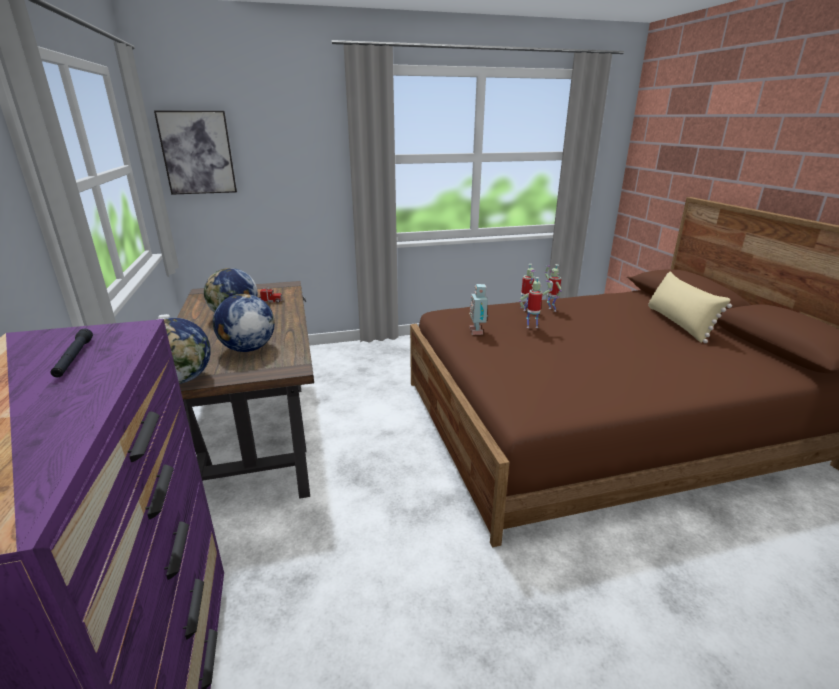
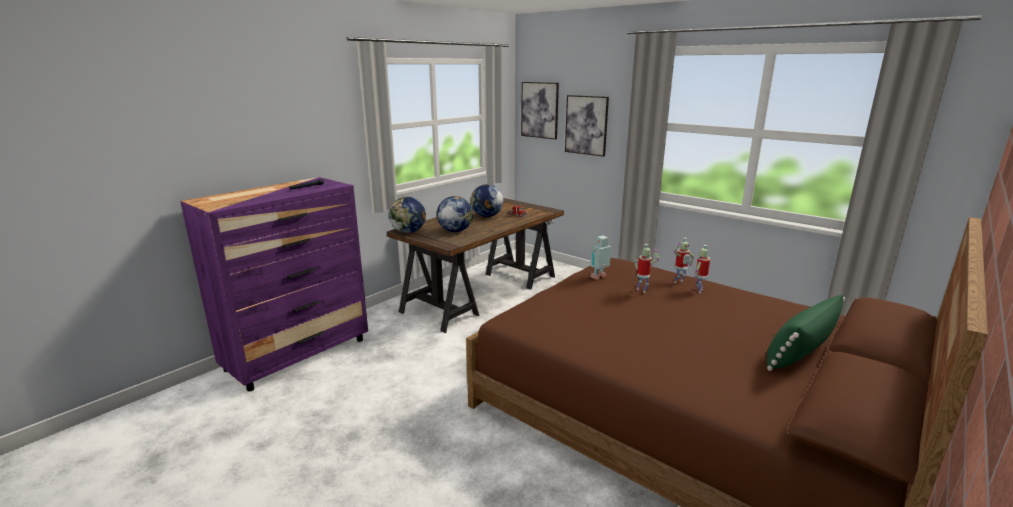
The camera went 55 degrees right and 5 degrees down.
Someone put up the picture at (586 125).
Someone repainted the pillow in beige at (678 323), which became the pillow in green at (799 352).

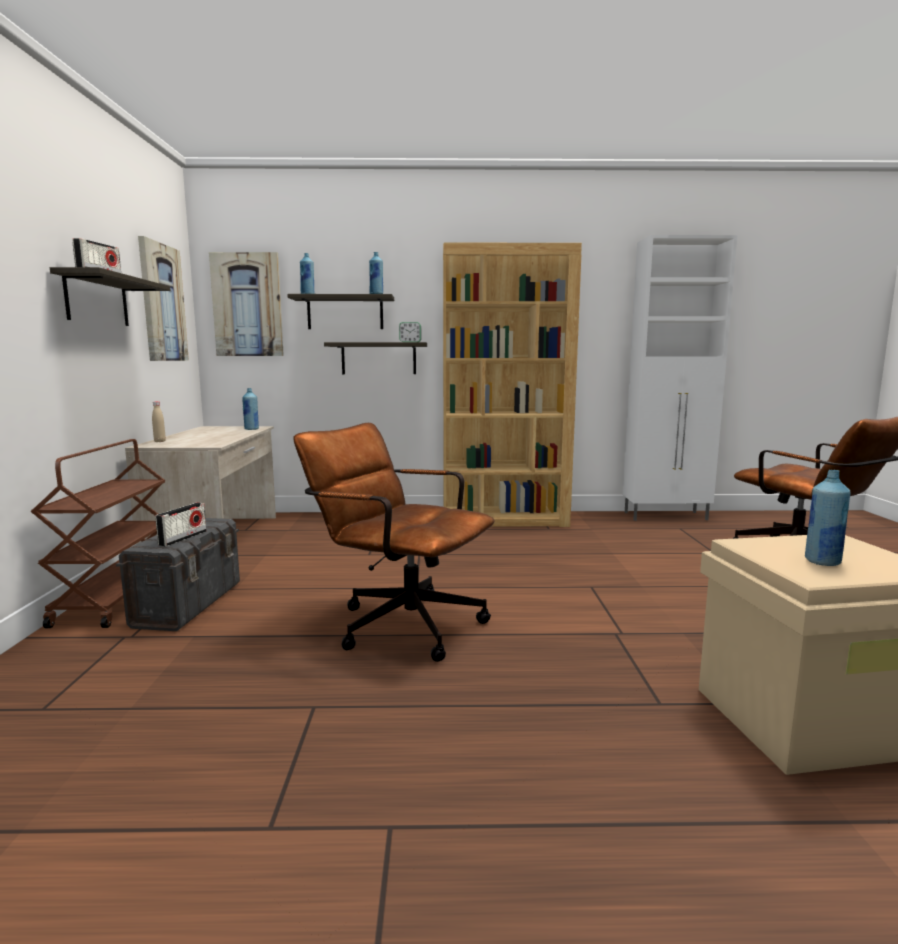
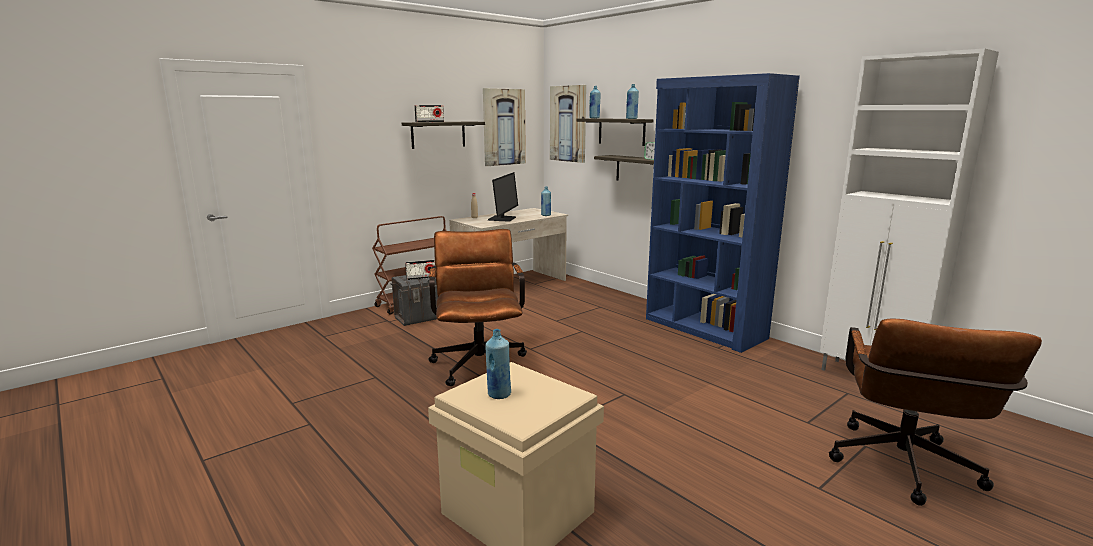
The camera went 50 degrees right and 5 degrees up.
Someone put down the monitor at (503 219).
Someone repainted the bookcase in brown at (504 519), which became the bookcase in blue at (704 329).

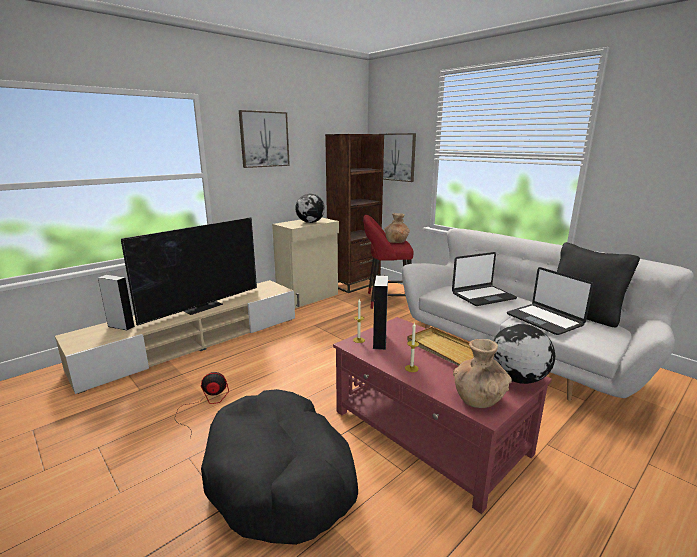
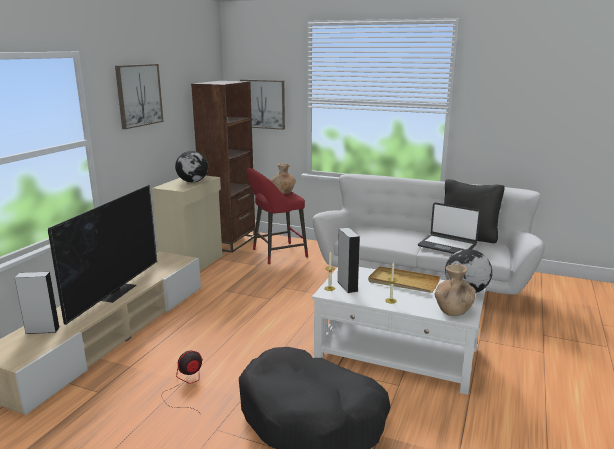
The camera went 25 degrees left and 0 degrees up.
Someone took away the laptop at (483 296).
Someone repainted the coffee table in red at (429 432), which became the coffee table in white at (397 354).

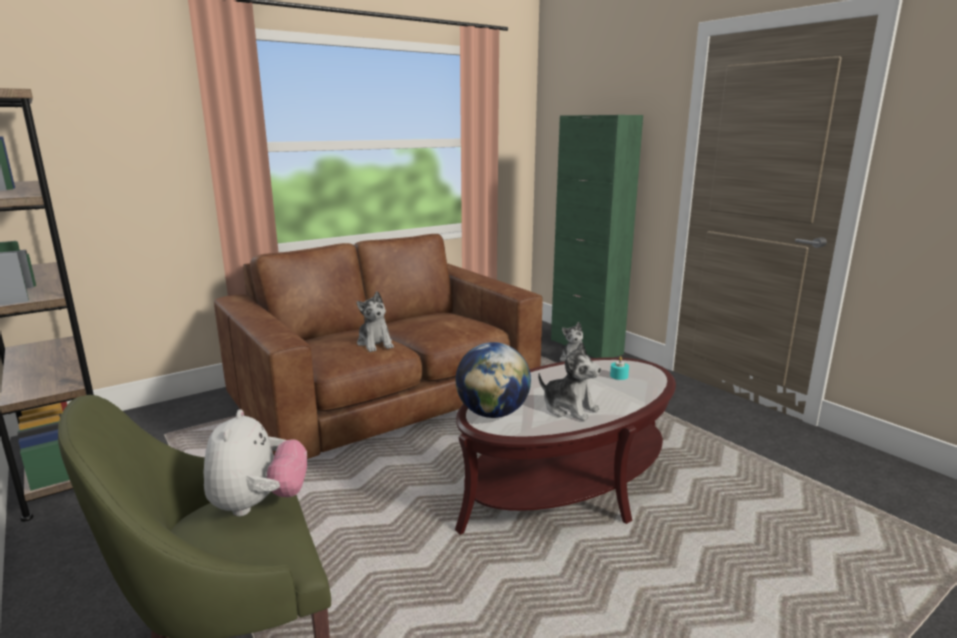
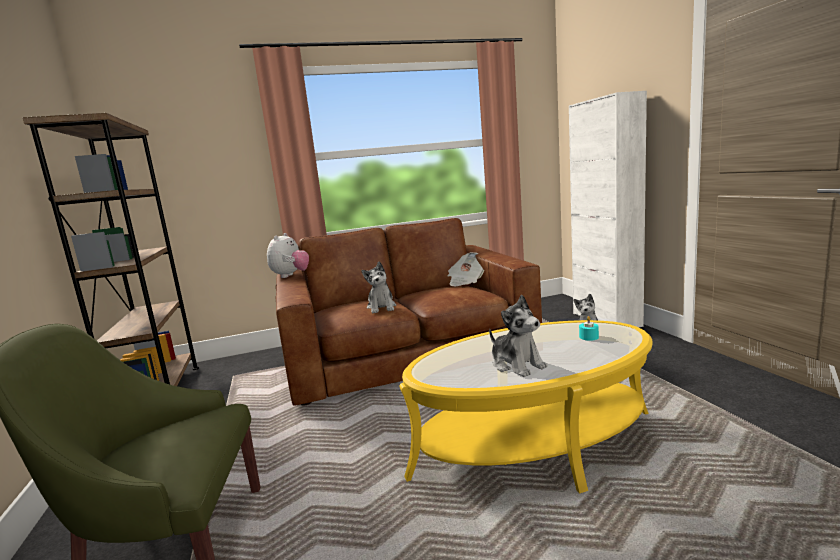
The camera went 20 degrees right and 5 degrees down.
Someone took away the globe at (492 413).
Someone put down the newspaper at (466 281).
Someone carried the plush toy from (259 504) to (292 275).
Someone repainted the coffee table in brown at (567 482), which became the coffee table in yellow at (534 443).
Someone repainted the cabinet in green at (586 347), which became the cabinet in white at (606 319).

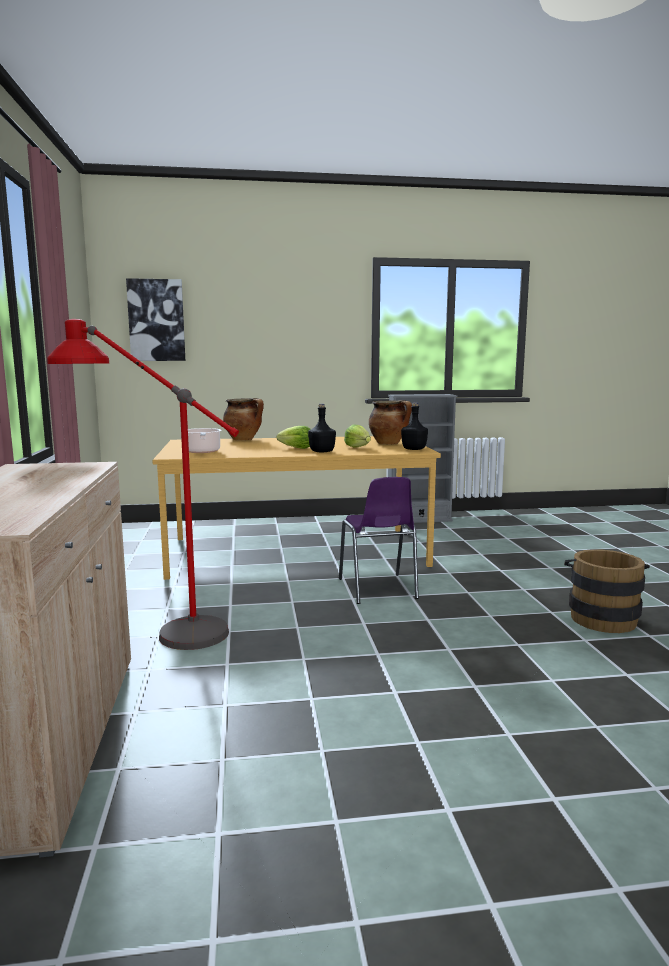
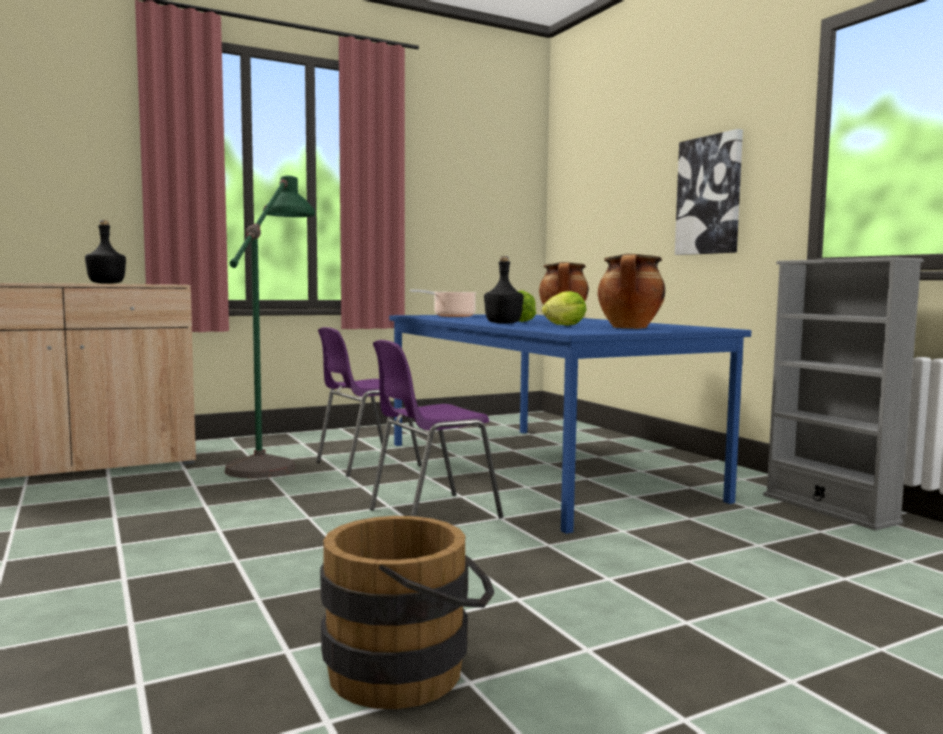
The camera went 70 degrees right and 5 degrees down.
Someone put down the chair in purple at (365 464).
Someone carried the picture from (156 320) to (709 195).
Someone carried the bottle in black from (414 449) to (106 283).
Someone repainted the floor lamp in red at (154 626), which became the floor lamp in green at (275 458).
Someone repainted the dining table in orange at (296 551), which became the dining table in blue at (541 469).

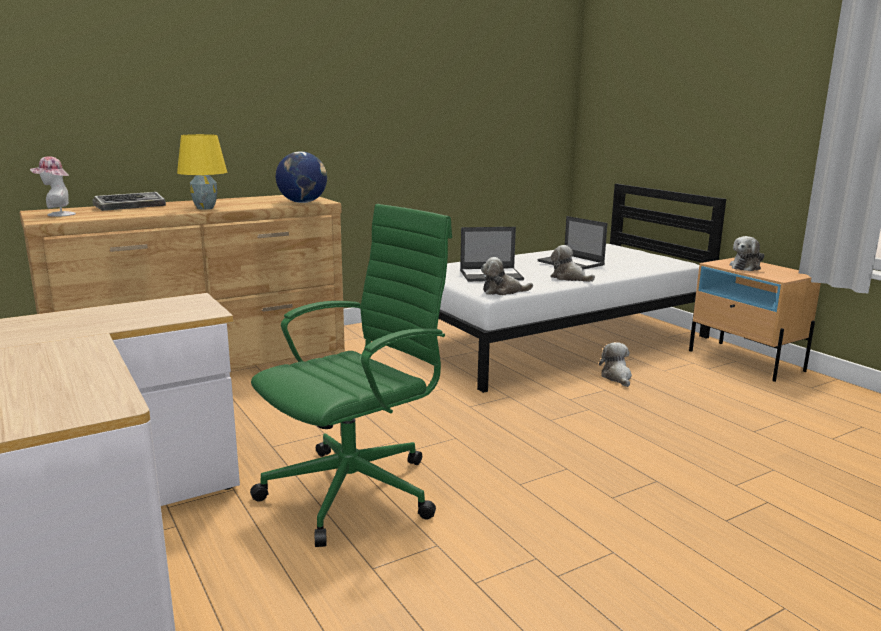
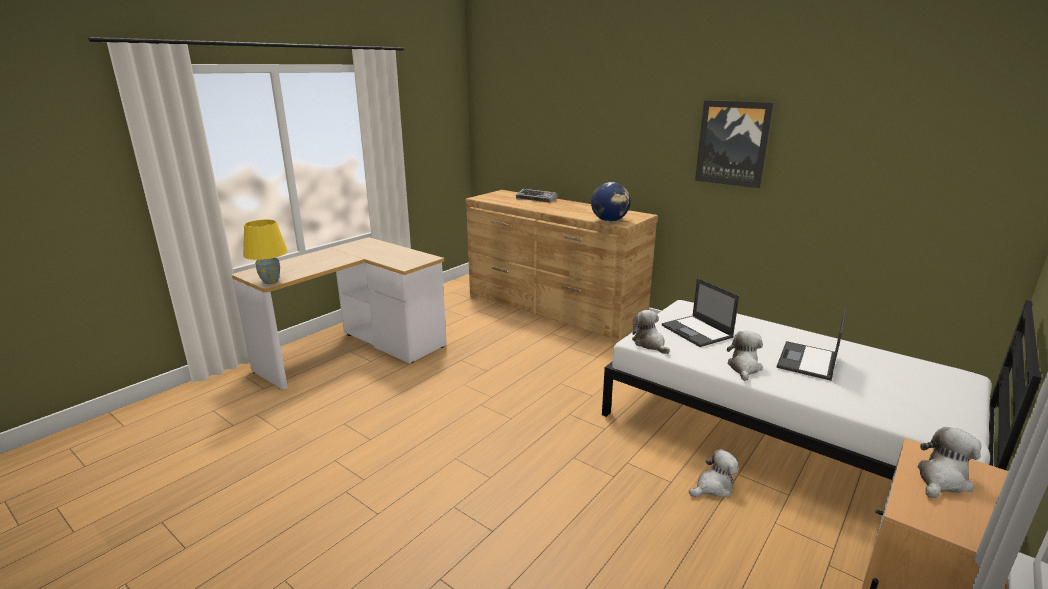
The camera went 70 degrees right and 5 degrees up.
Someone took away the hat at (57 214).
Someone took away the office chair in green at (356 490).
Someone put up the picture at (732 143).
Someone carried the table lamp in yellow from (205 208) to (270 282).
Someone rotated the plush toy at (746 267) by 120 degrees clockwise.

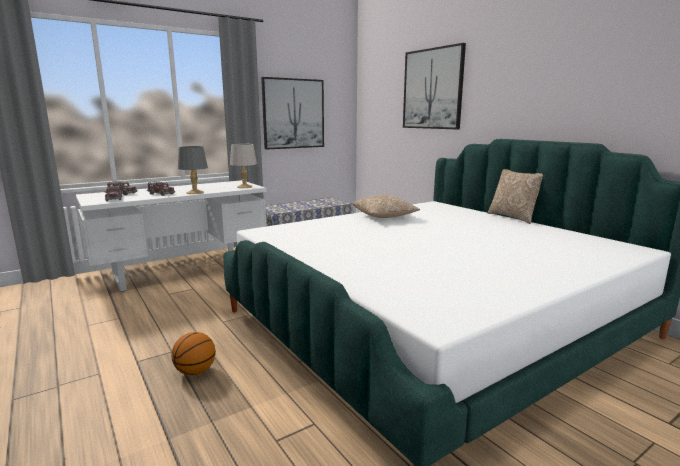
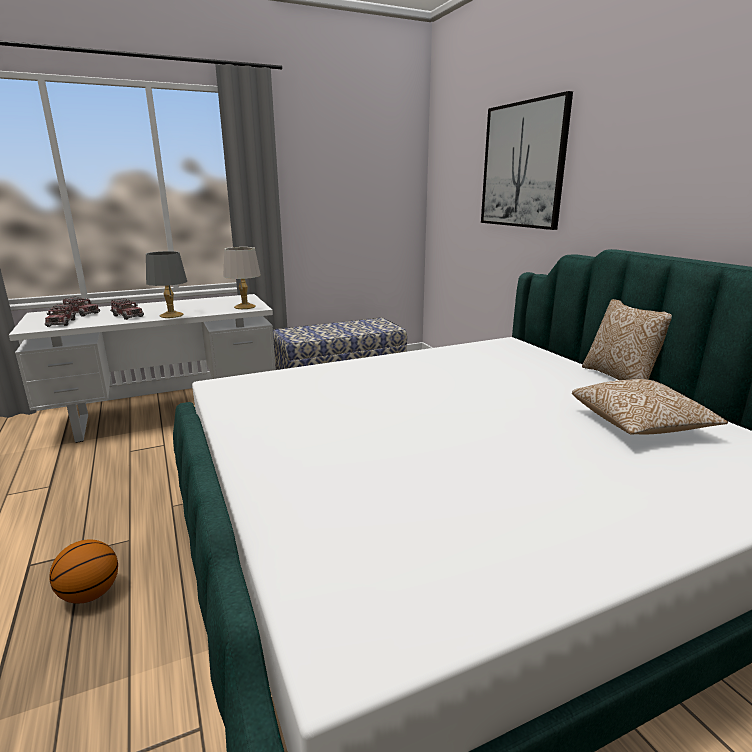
The camera went 10 degrees right and 5 degrees up.
Someone took away the picture at (293 114).
Someone carried the pillow from (384 217) to (639 425).

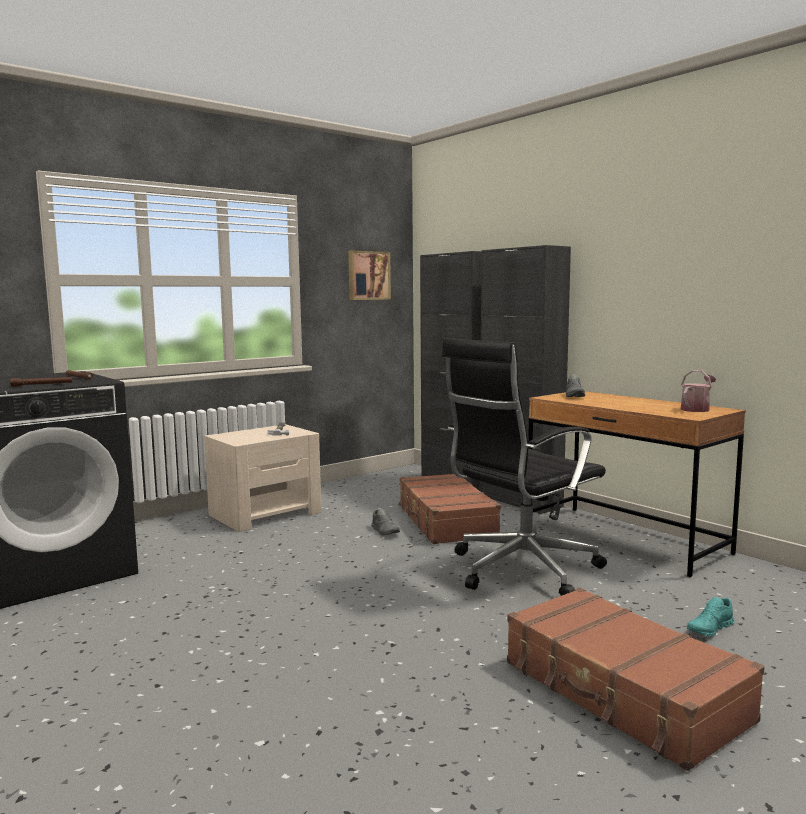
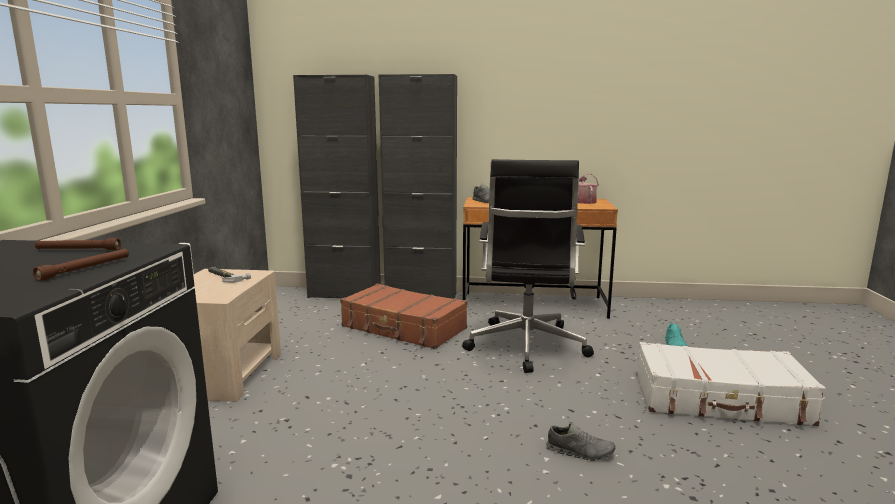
The camera went 45 degrees left and 5 degrees up.
Someone took away the picture at (368 275).
Someone carried the shoe in grey from (385 531) to (580 452).
Someone repainted the suitcase in brown at (622 692), which became the suitcase in white at (720 400).

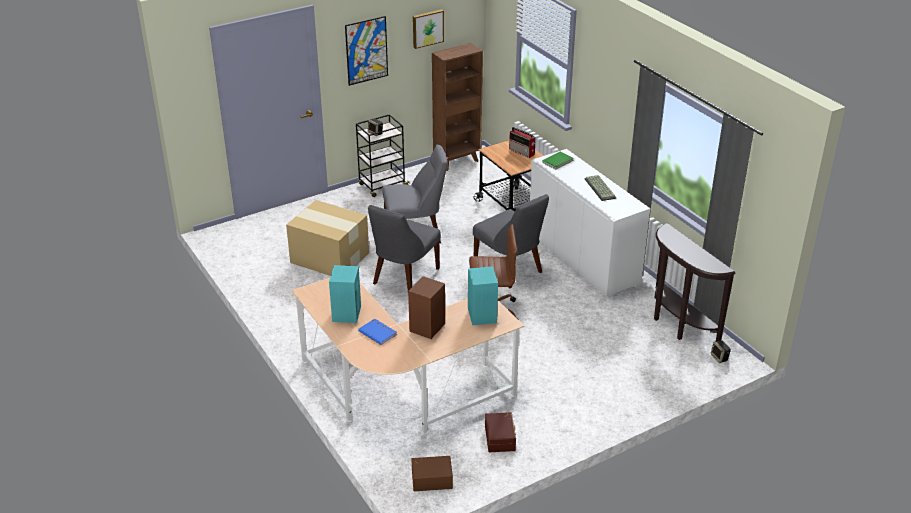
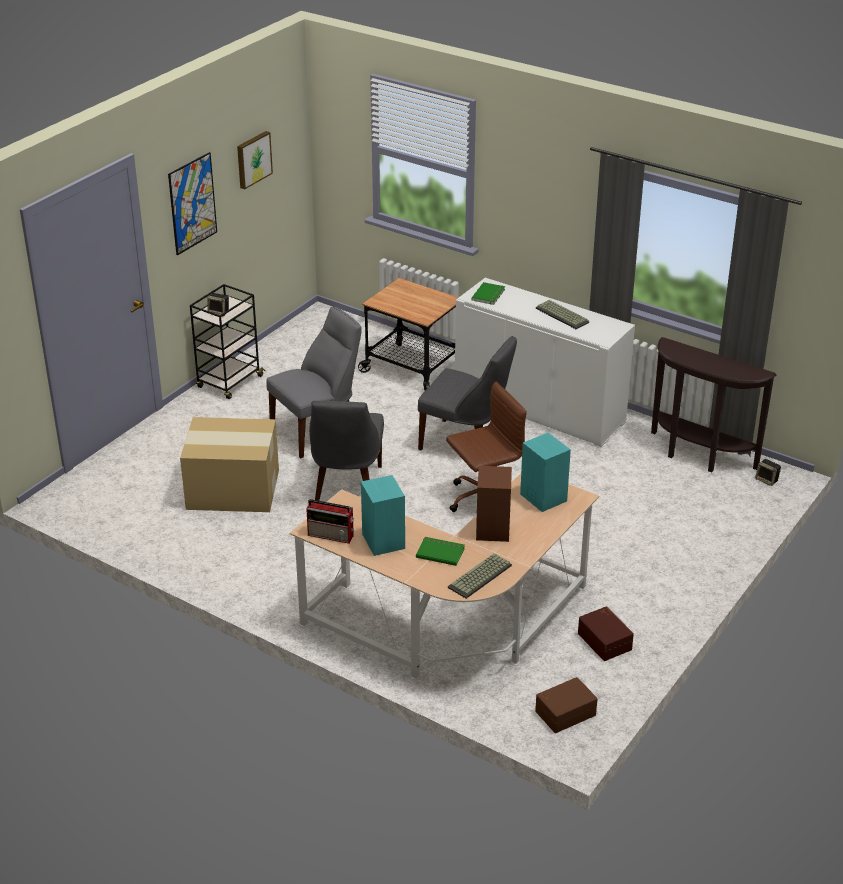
The camera went 25 degrees left and 0 degrees up.
Someone took away the bookcase in brown at (457 161).
Someone put down the keyboard at (480 577).
Someone carried the radio from (522 152) to (332 535).
Someone repainted the book in blue at (378 332), which became the book in green at (440 552).

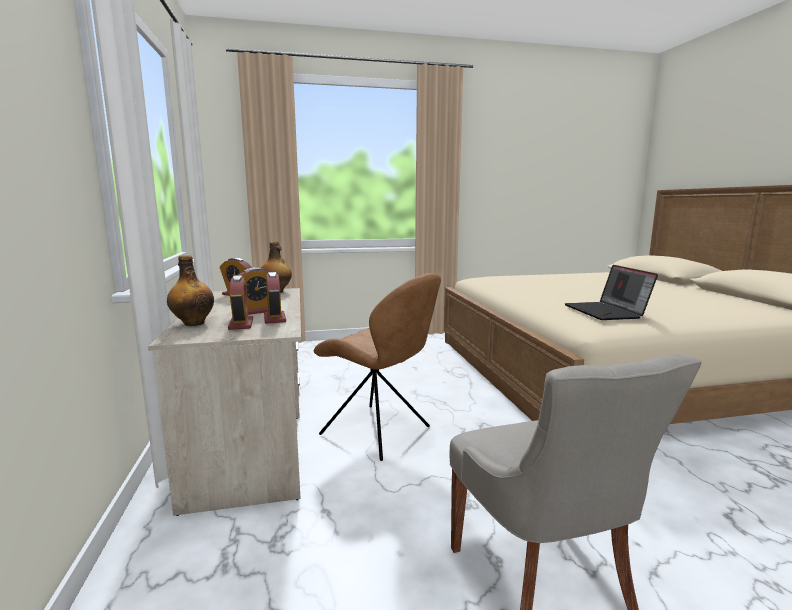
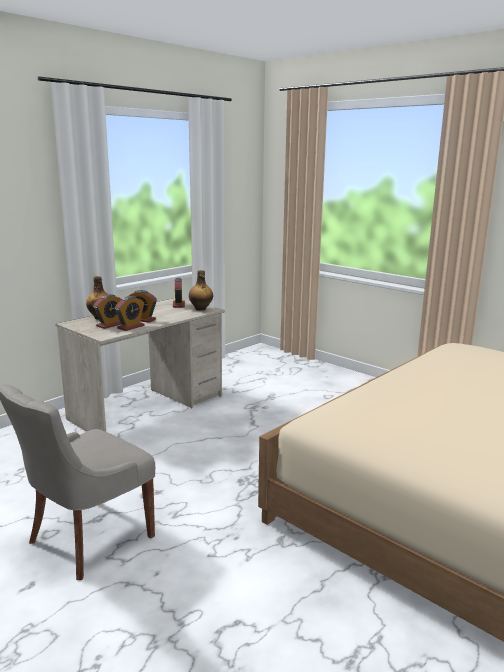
The camera went 55 degrees right and 5 degrees up.
Someone took away the chair in brown at (378 432).
Someone took away the laptop at (607 312).

